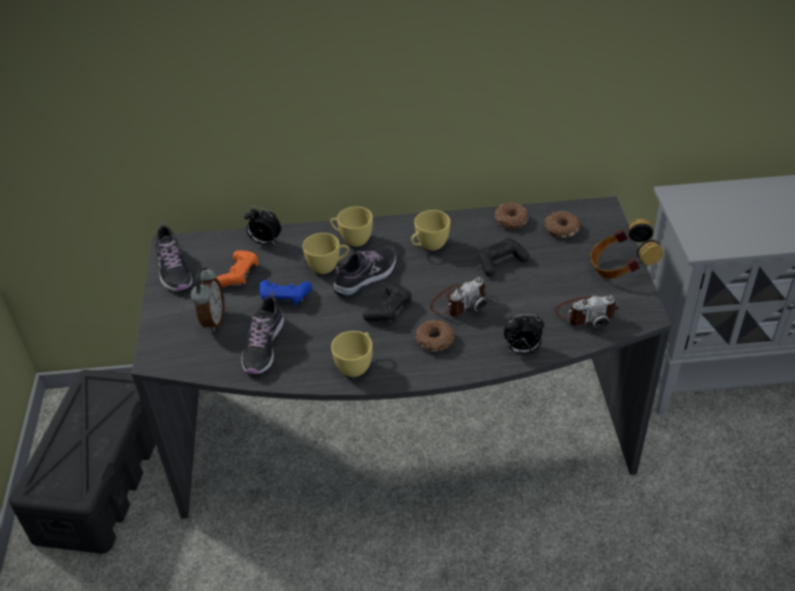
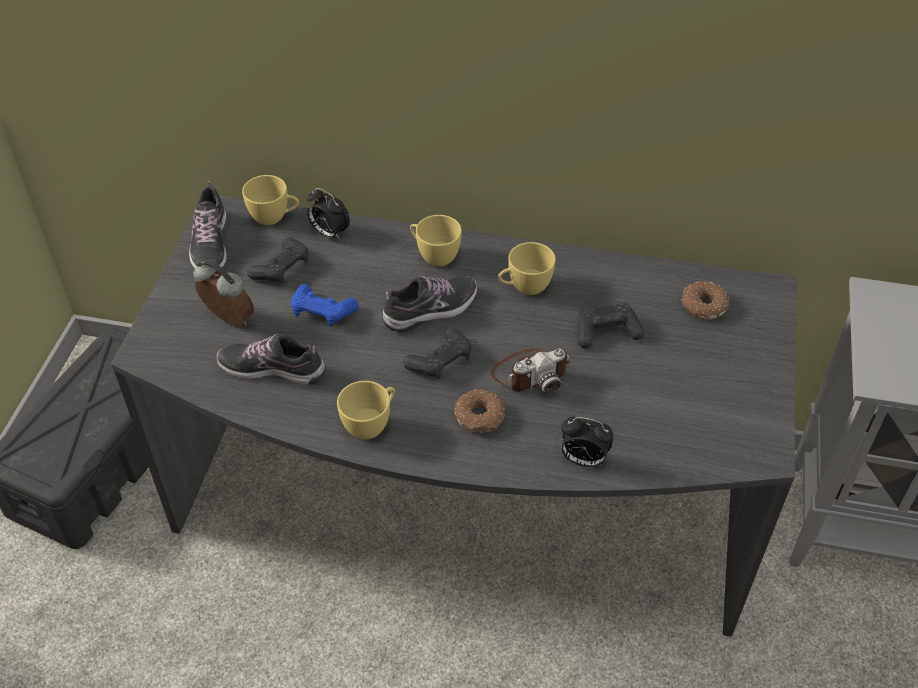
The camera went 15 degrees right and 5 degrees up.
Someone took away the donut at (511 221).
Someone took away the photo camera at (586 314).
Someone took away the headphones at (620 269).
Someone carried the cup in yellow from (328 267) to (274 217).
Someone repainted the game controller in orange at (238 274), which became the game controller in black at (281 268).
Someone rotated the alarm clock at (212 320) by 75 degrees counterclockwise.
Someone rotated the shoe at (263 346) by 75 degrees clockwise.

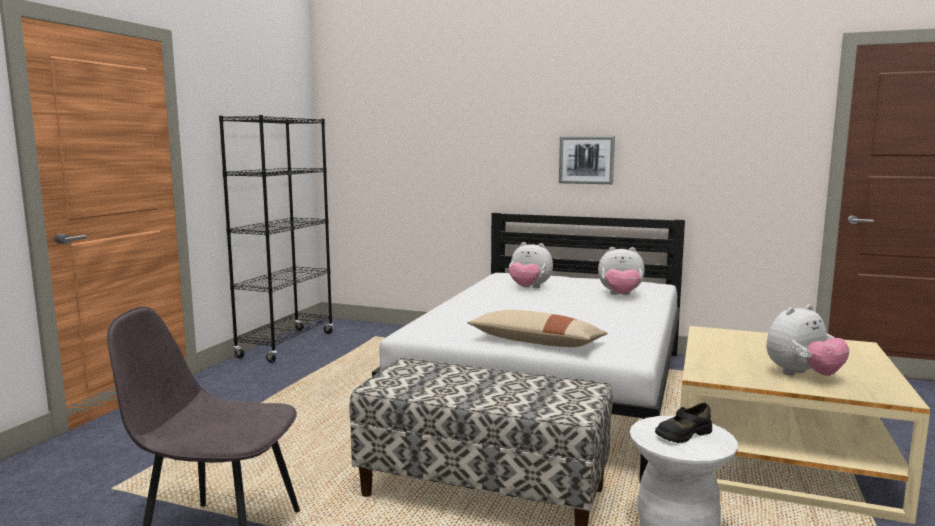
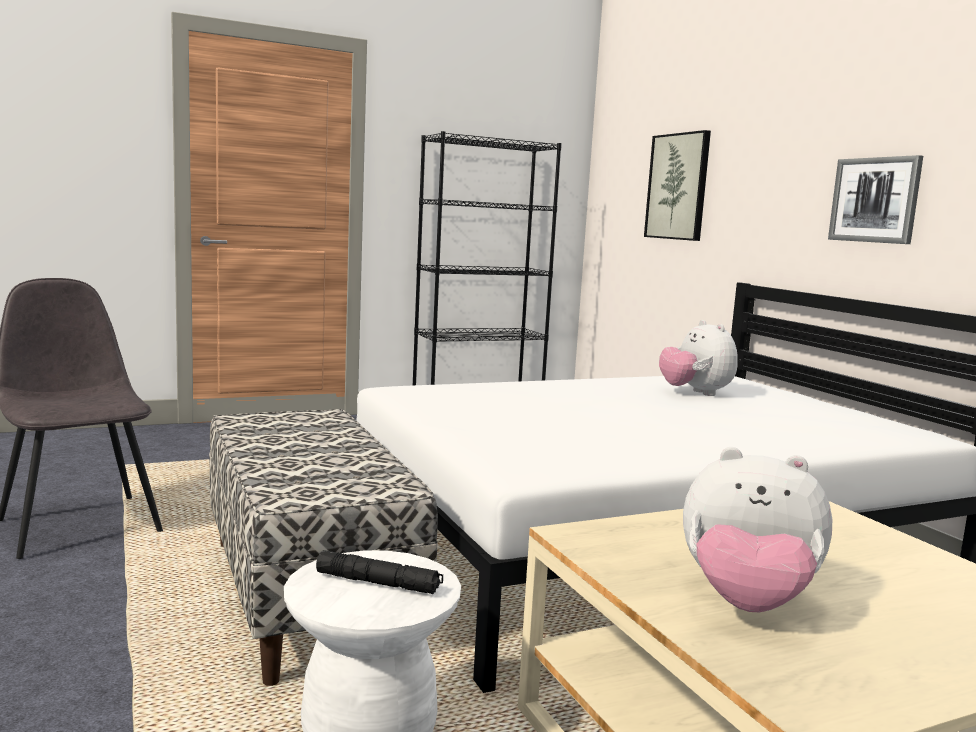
The camera went 45 degrees right and 0 degrees up.
Someone took away the pillow in beige at (536 343).
Someone took away the plush toy at (620 295).
Someone put up the picture at (678 187).
Someone swapped the shoe in black at (683 434) for the flashlight in black at (378 583).

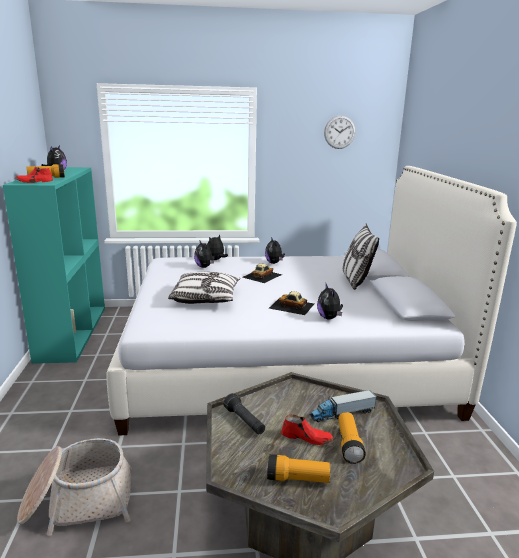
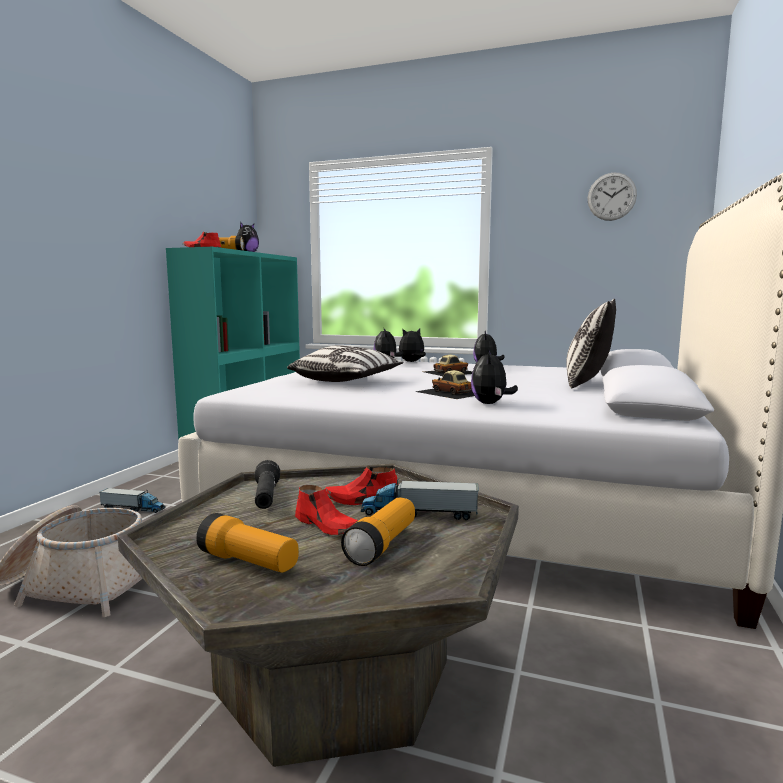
The camera went 25 degrees right and 10 degrees down.
Someone put down the toy truck at (133 508).
Someone put down the shoe in red at (362 500).

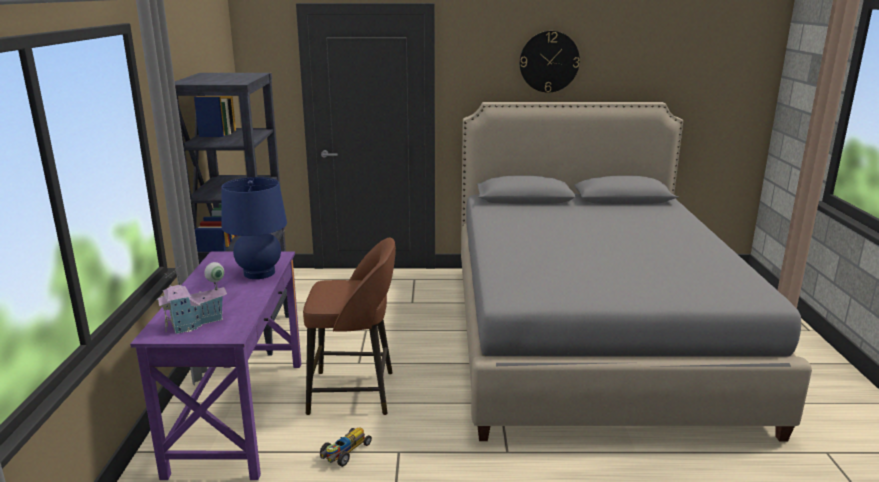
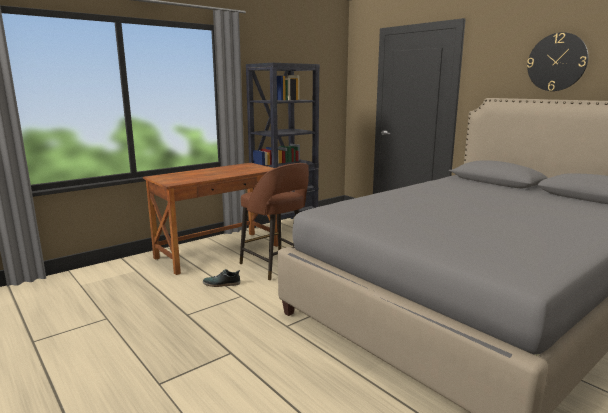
The camera went 50 degrees right and 5 degrees down.
Someone took away the toy house at (196 323).
Someone took away the table lamp in blue at (259 273).
Someone swapped the toy car at (344 452) for the shoe at (221 284).
Someone repainted the desk in purple at (239 414), which became the desk in brown at (218 251).

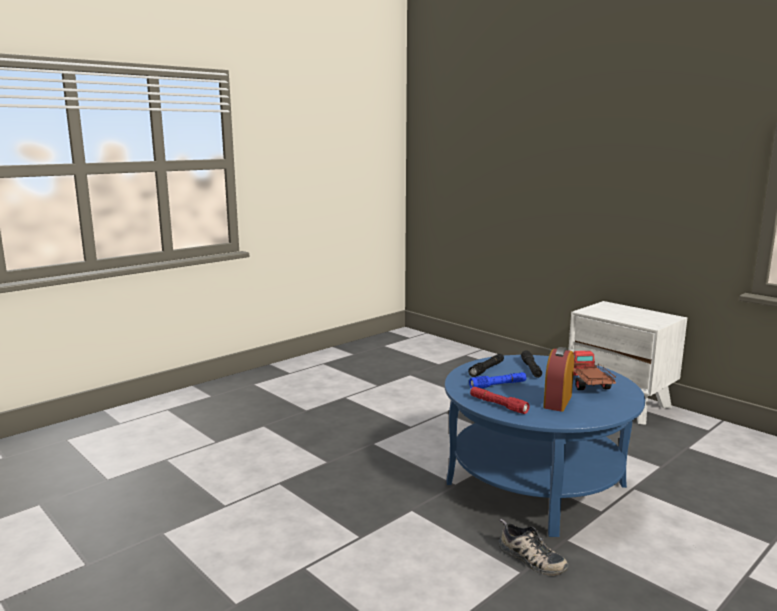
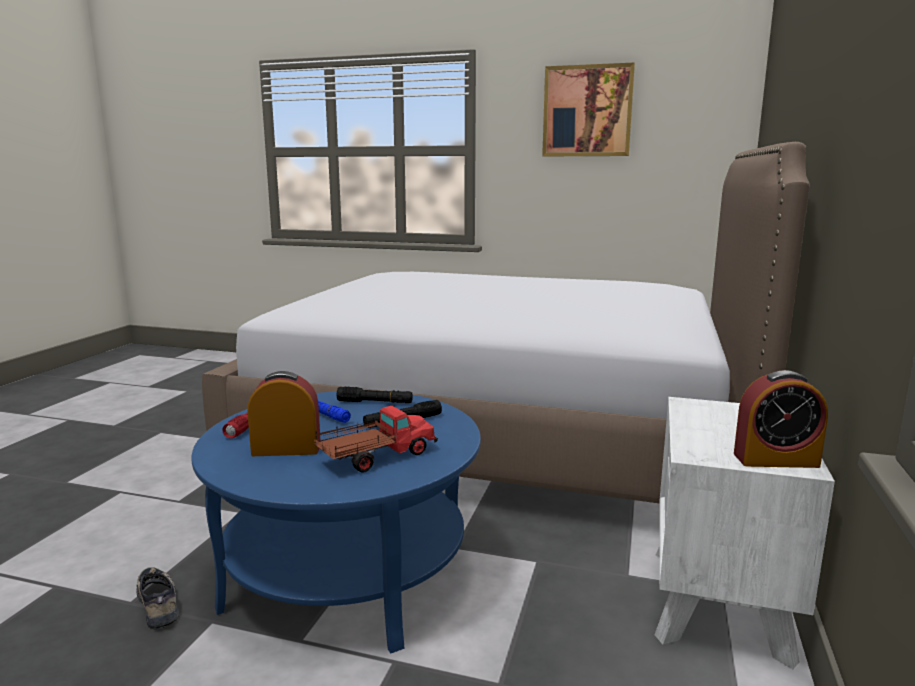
The camera went 60 degrees right and 0 degrees up.
Someone put down the bed at (501 433).
Someone put up the picture at (587 111).
Someone put down the alarm clock at (775 460).
Someone rotated the shoe at (529 559) by 135 degrees clockwise.

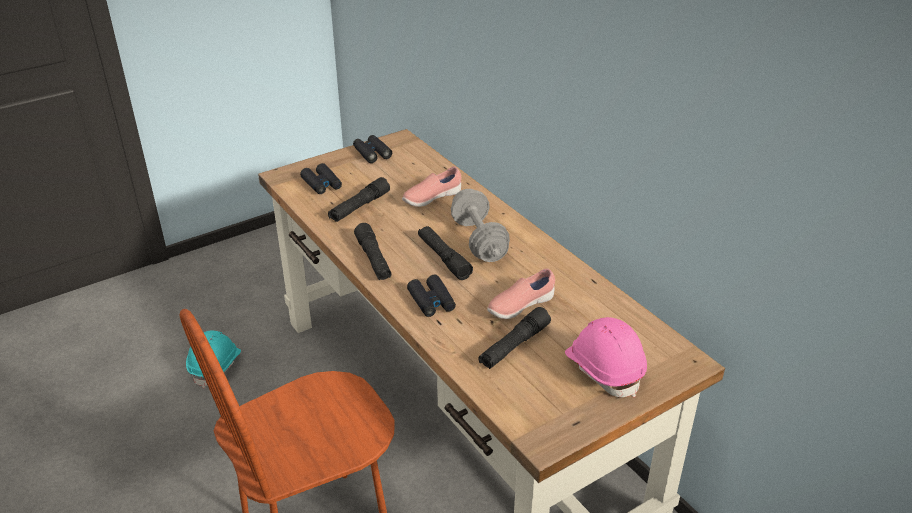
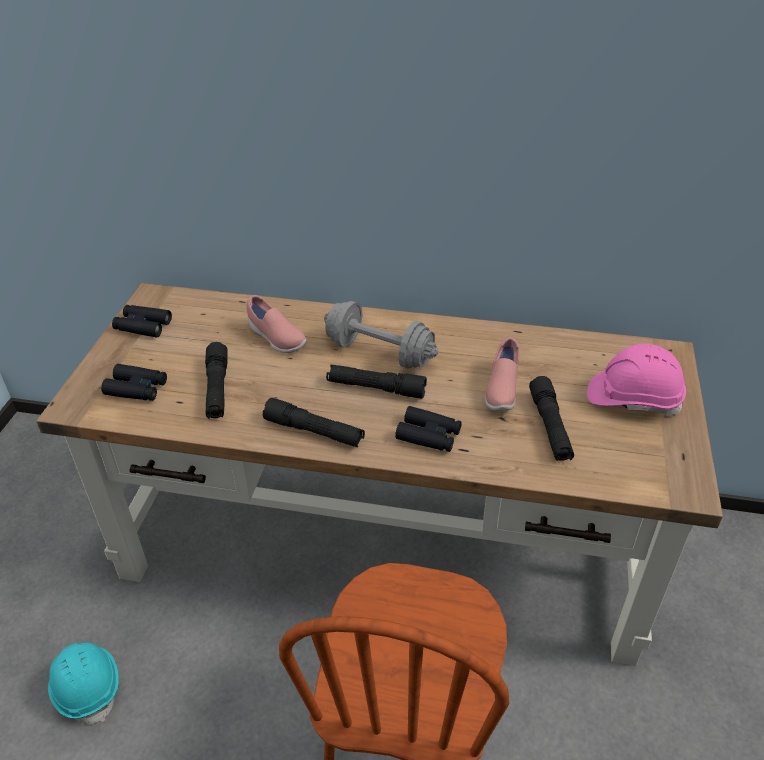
The camera went 45 degrees left and 5 degrees up.
Someone rotated the shoe in pink at (431 198) by 60 degrees counterclockwise.

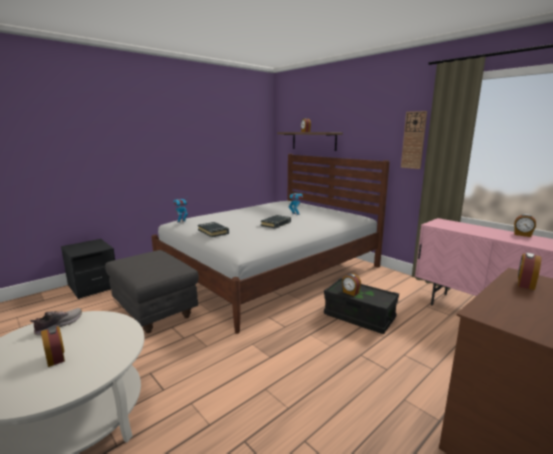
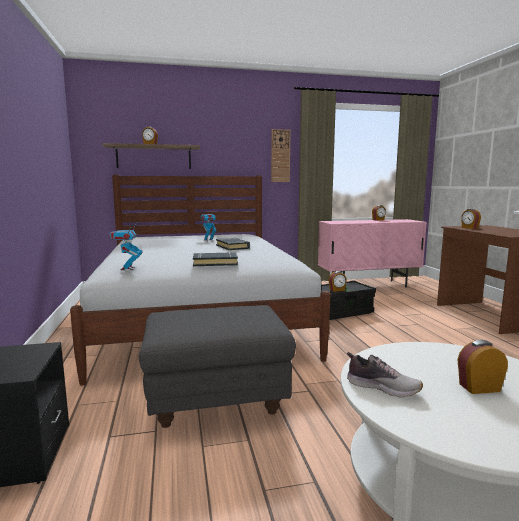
The camera went 60 degrees left and 5 degrees down.
Someone rotated the shoe at (58 325) by 150 degrees clockwise.

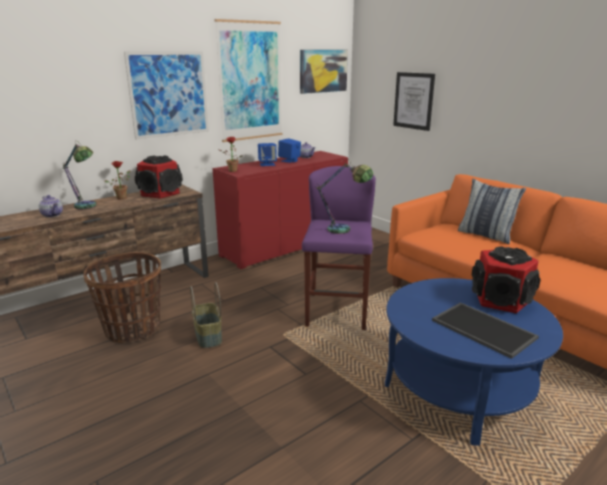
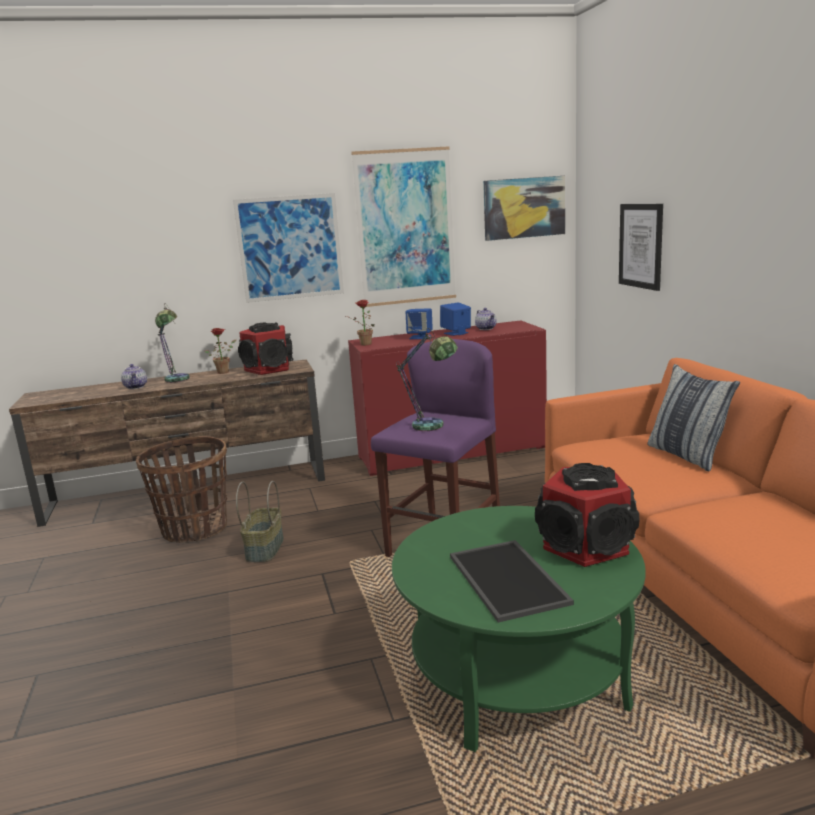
The camera went 25 degrees right and 5 degrees down.
Someone repainted the coffee table in blue at (459 390), which became the coffee table in green at (518 676).

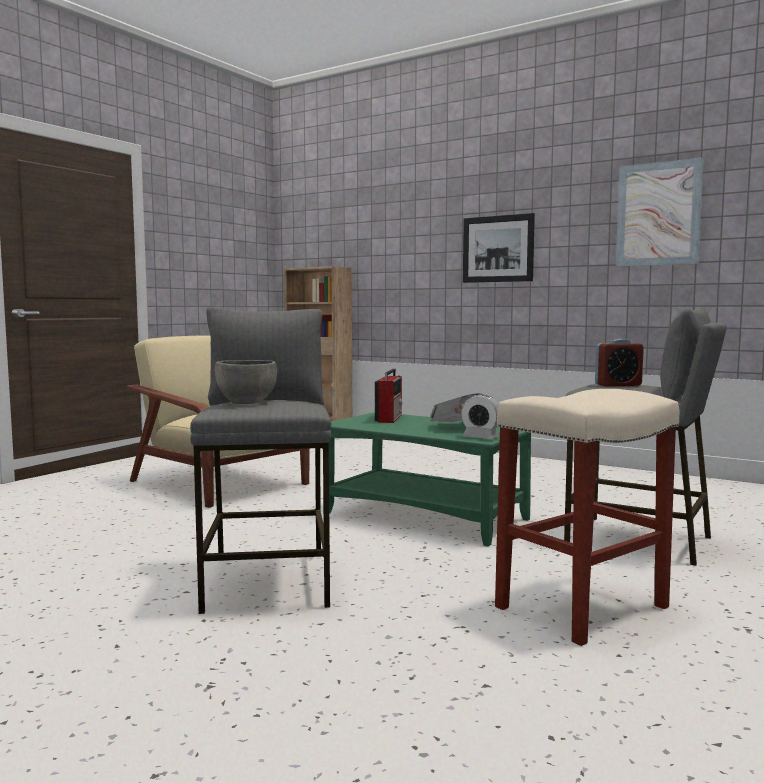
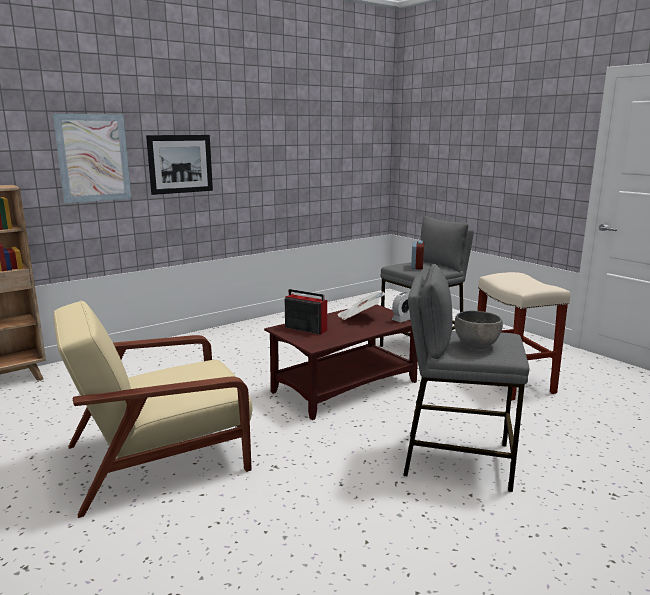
The camera went 70 degrees left and 10 degrees up.
Someone carried the picture from (658 214) to (93 158).
Someone repainted the coffee table in green at (427 516), which became the coffee table in brown at (345 386).

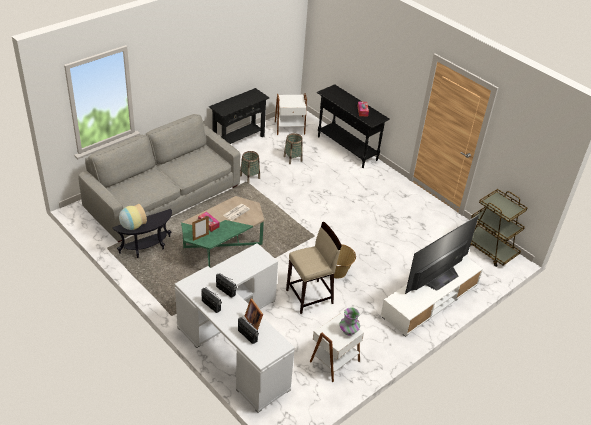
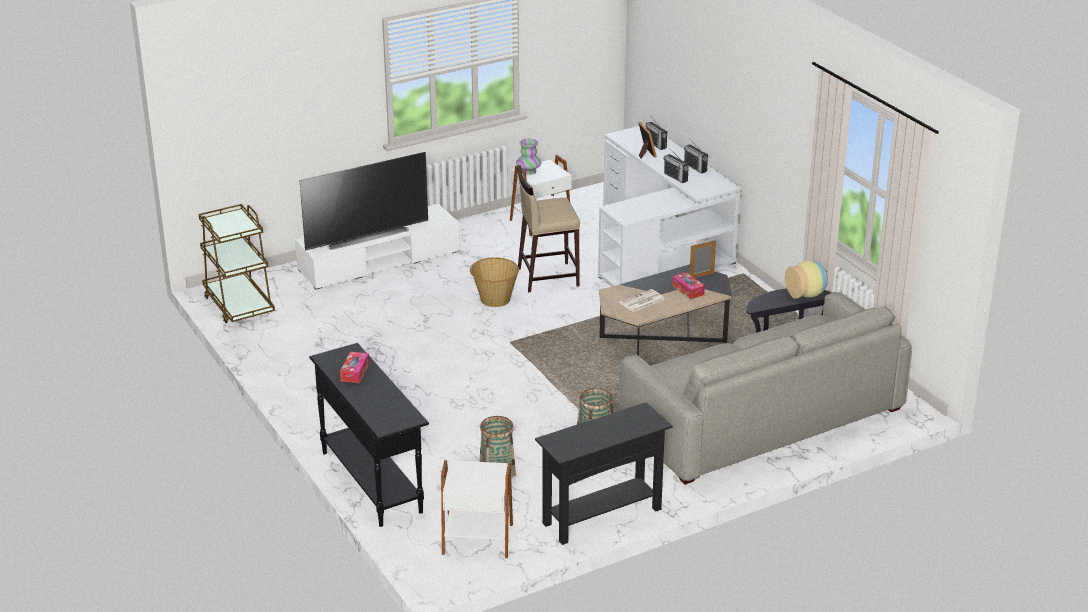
The camera went 165 degrees left and 10 degrees down.
Someone repainted the coffee table in green at (222 246), which became the coffee table in black at (663 341).

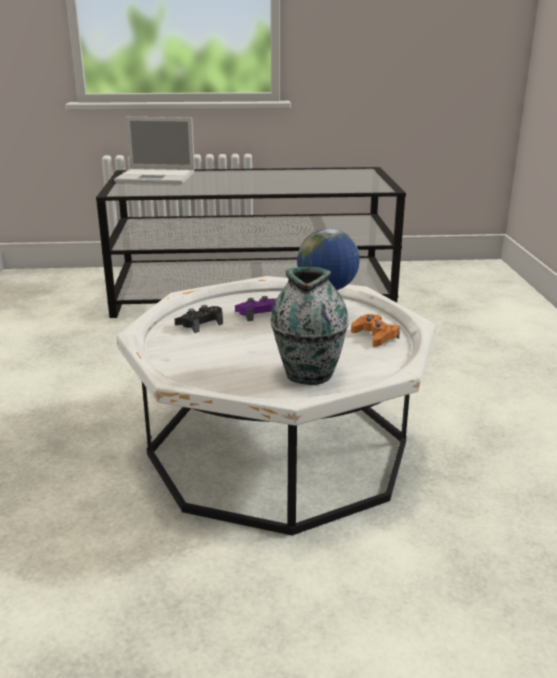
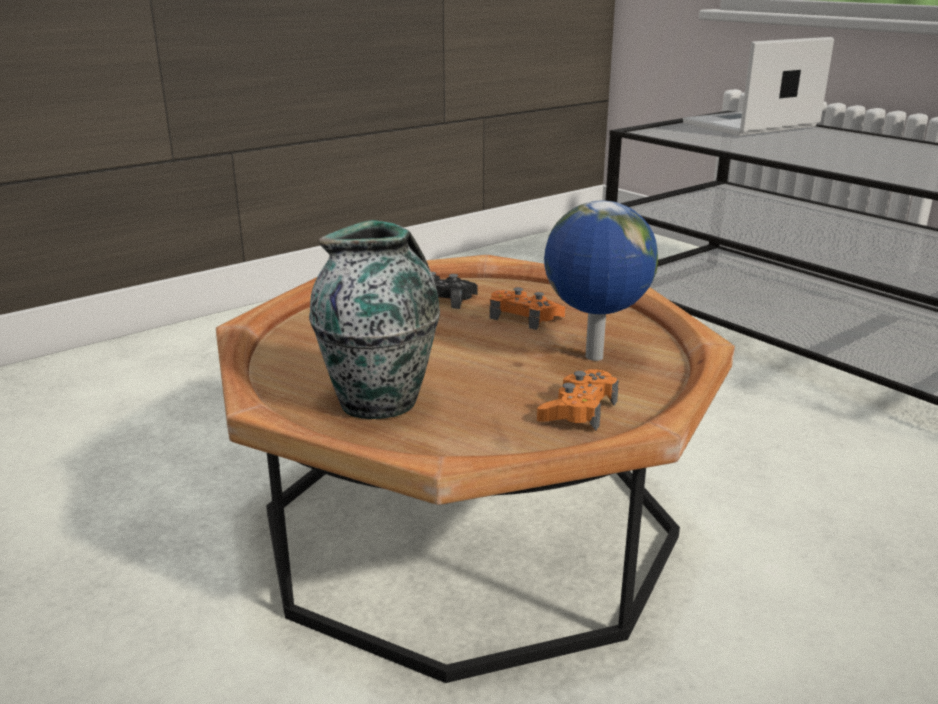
The camera went 55 degrees right and 0 degrees up.
Someone repainted the coffee table in white at (278 448), which became the coffee table in brown at (468 526).
Someone repainted the game controller in purple at (258 314), which became the game controller in orange at (525 317).
Someone rotated the laptop at (157 177) by 90 degrees clockwise.

